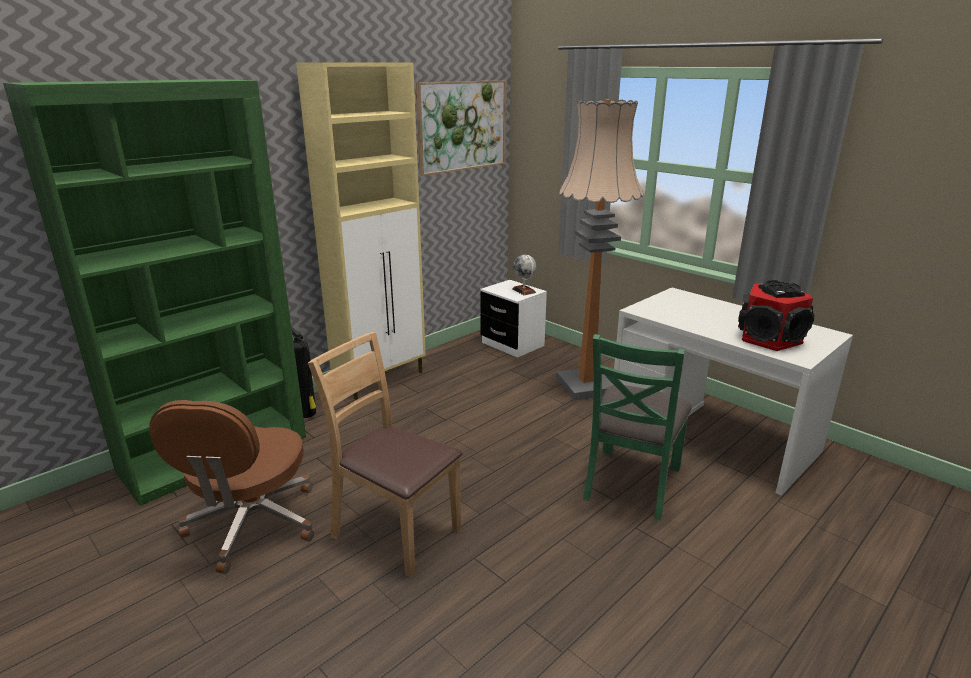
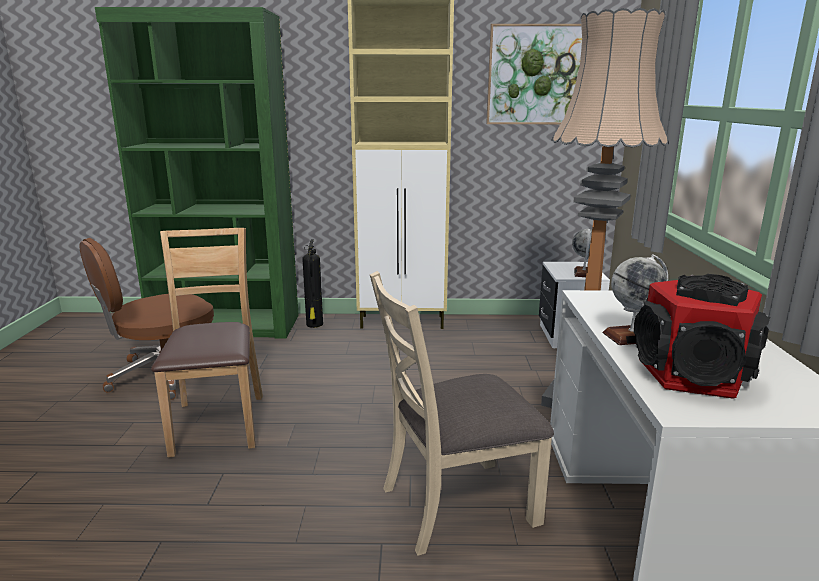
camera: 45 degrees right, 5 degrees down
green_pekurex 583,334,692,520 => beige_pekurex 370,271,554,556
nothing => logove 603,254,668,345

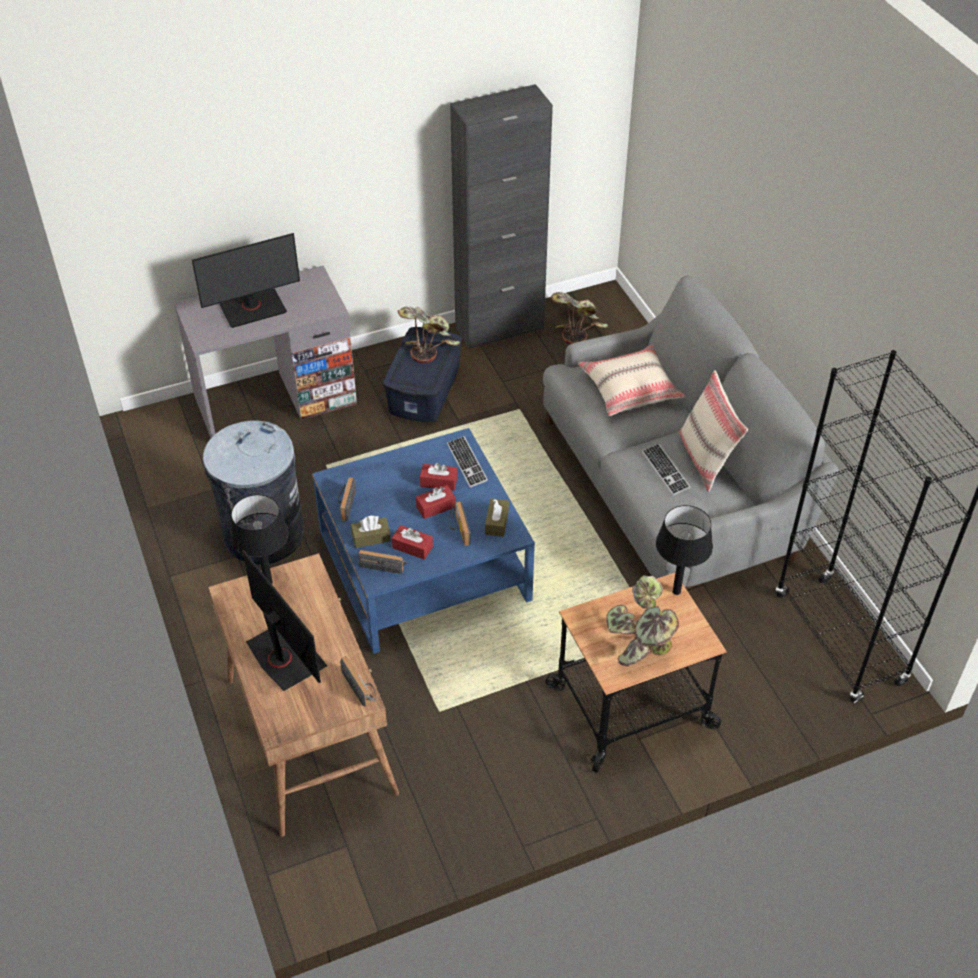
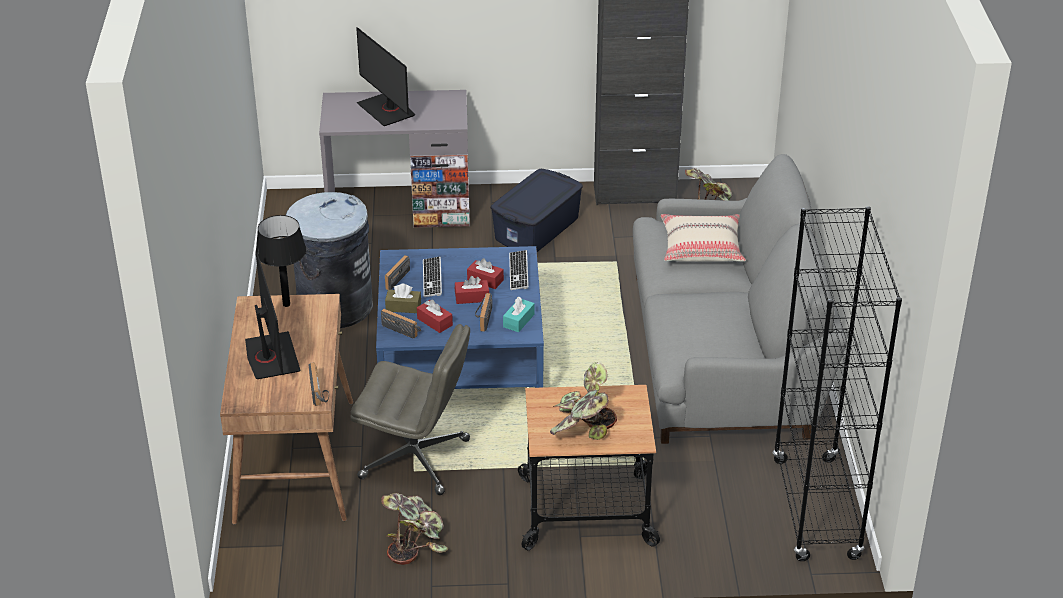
camera: 20 degrees right, 10 degrees down
nothing => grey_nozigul 350,324,470,495
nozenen 192,233,300,328 => nozenen 356,27,415,126, 60 degrees clockwise
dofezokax 398,306,460,363 => dofezokax 381,493,448,565, shifted
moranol 642,443,690,496 => moranol 423,257,442,297, shifted
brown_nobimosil 485,499,509,537 => turquoise_nobimosil 503,297,535,332
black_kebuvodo 656,505,713,595 => nothing
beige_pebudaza 678,370,748,492 => nothing

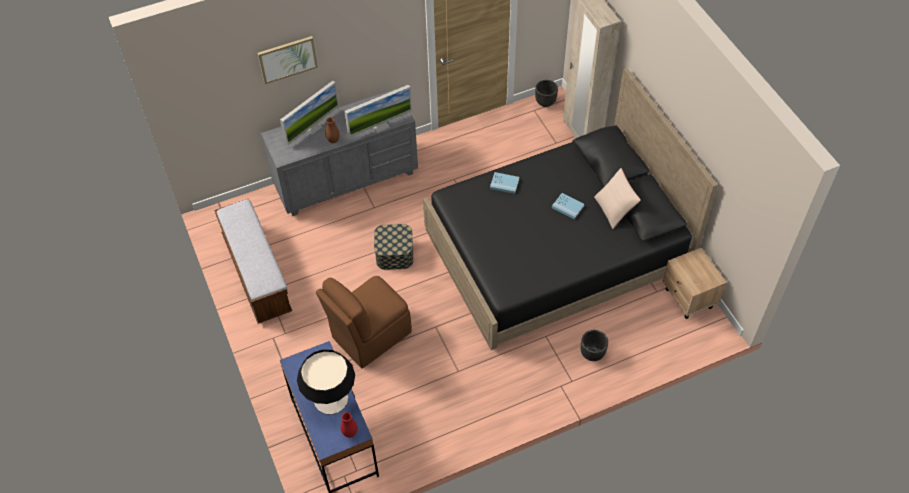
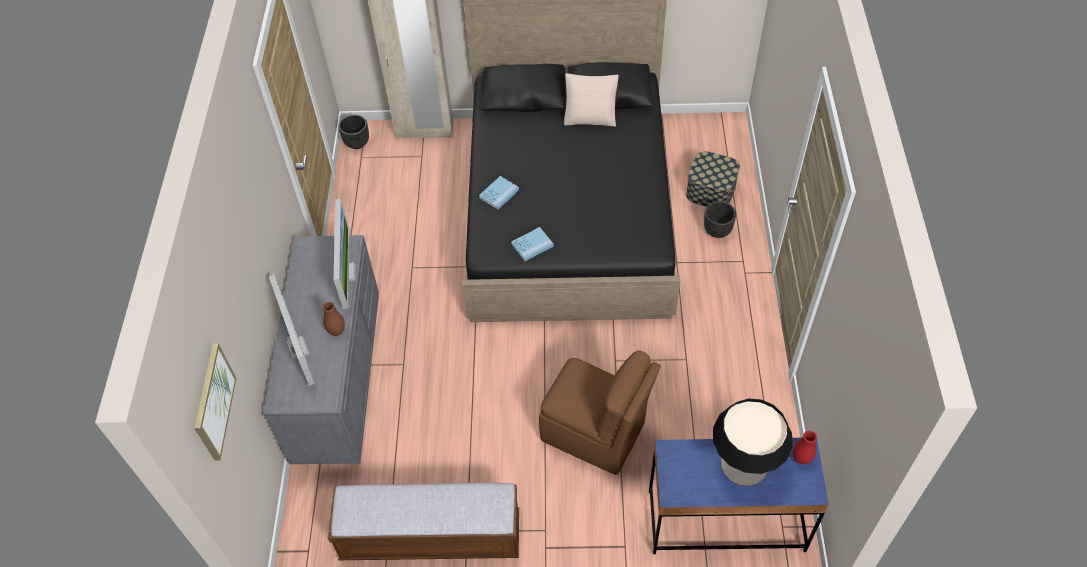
camera: 65 degrees left, 0 degrees up
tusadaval 258,36,318,84 => tusadaval 194,343,236,461, shifted
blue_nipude 552,193,584,219 => blue_nipude 511,227,554,261, shifted
brown_pekurex 316,276,412,368 => brown_pekurex 539,350,661,475, 45 degrees counterclockwise
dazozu 374,224,413,270 => dazozu 686,151,740,207, shifted
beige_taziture 663,248,727,319 => nothing

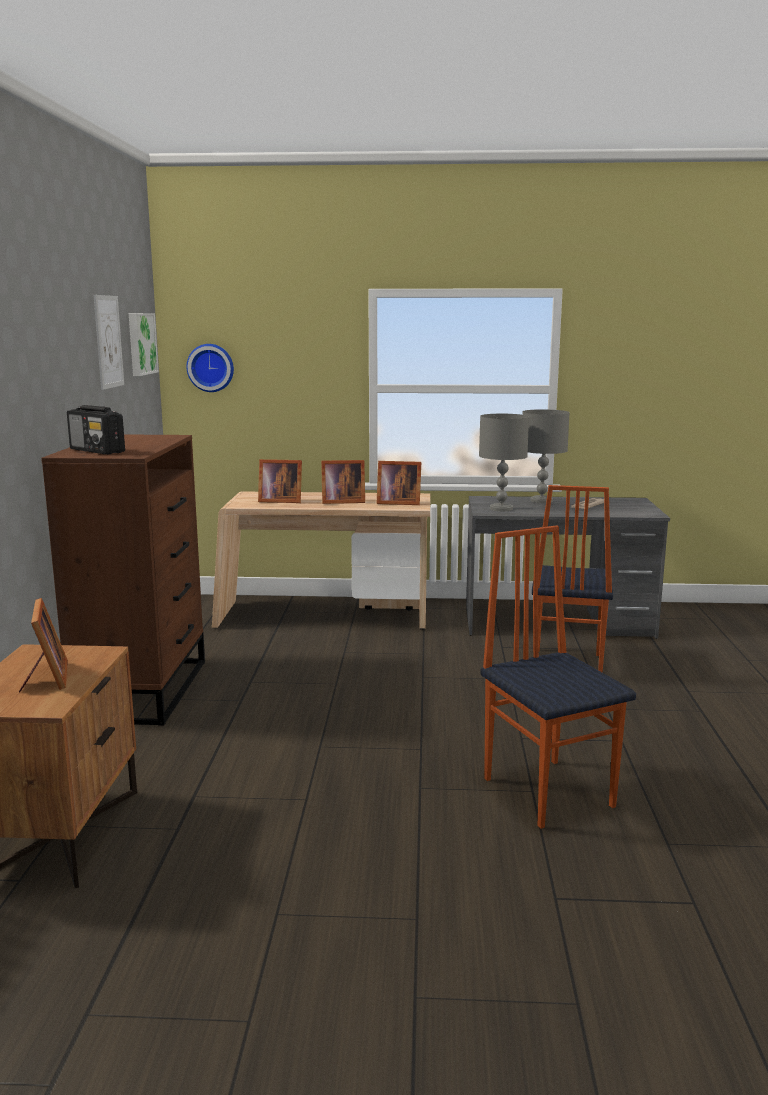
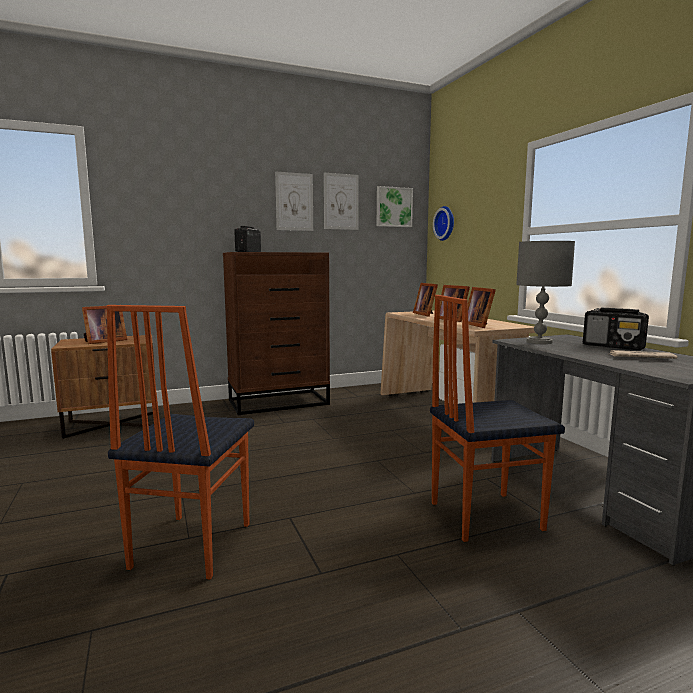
camera: 65 degrees right, 5 degrees down
pekurex 481,525,636,829 => pekurex 106,305,254,580, 150 degrees clockwise
nothing => tusadaval 275,172,313,231
grey_kebuvodo 522,409,570,503 => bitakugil 583,308,649,350

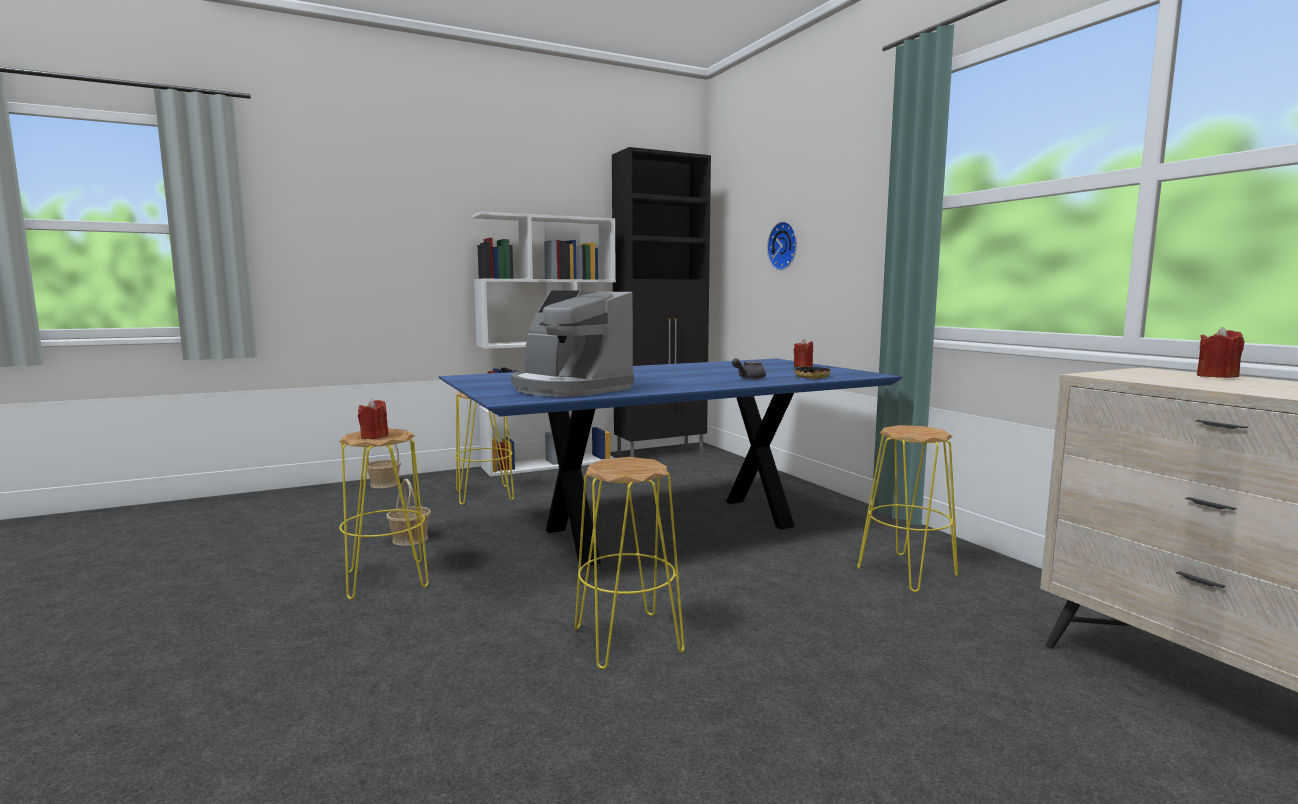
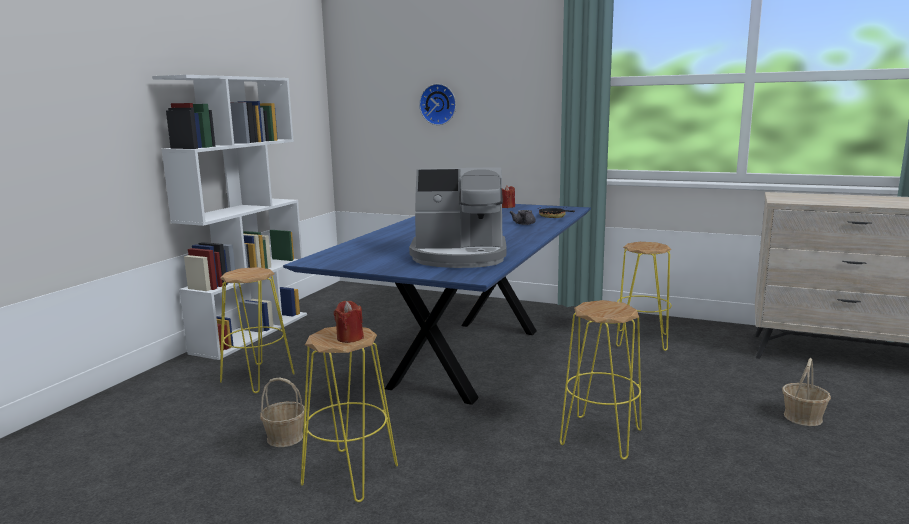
camera: 40 degrees left, 5 degrees up
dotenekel 366,444,401,488 => dotenekel 782,358,831,426, shifted
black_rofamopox 612,147,711,457 => nothing
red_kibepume 1197,327,1244,378 => nothing

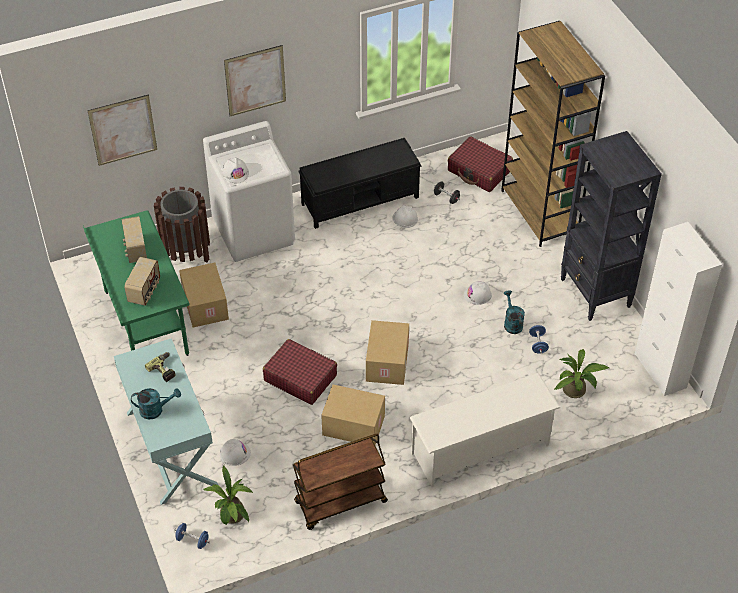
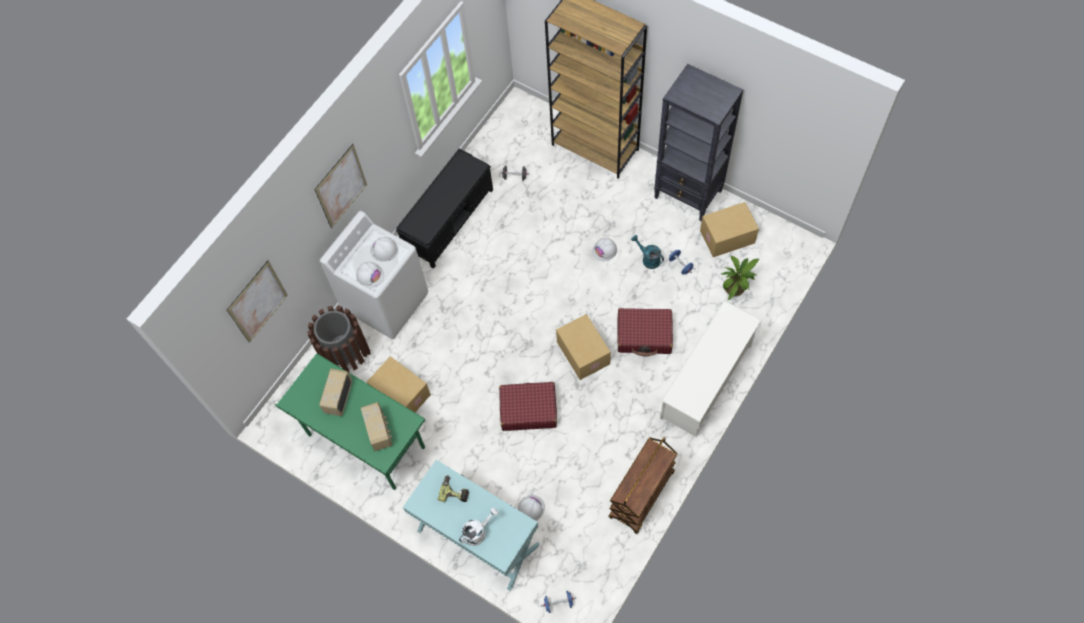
camera: 30 degrees left, 15 degrees up
bitakugil 121,216,147,263 => bitakugil 319,369,352,416, 60 degrees clockwise
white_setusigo 393,205,418,228 => white_setusigo 370,237,398,262, shifted
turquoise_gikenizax 131,388,181,419 => white_gikenizax 459,507,499,546
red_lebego 448,137,513,192 => red_lebego 617,308,673,356, shifted
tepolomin 321,384,385,445 => tepolomin 700,202,759,257, shifted
dofezokax 203,466,253,525 => nothing
white_rofamopox 635,222,722,396 => nothing

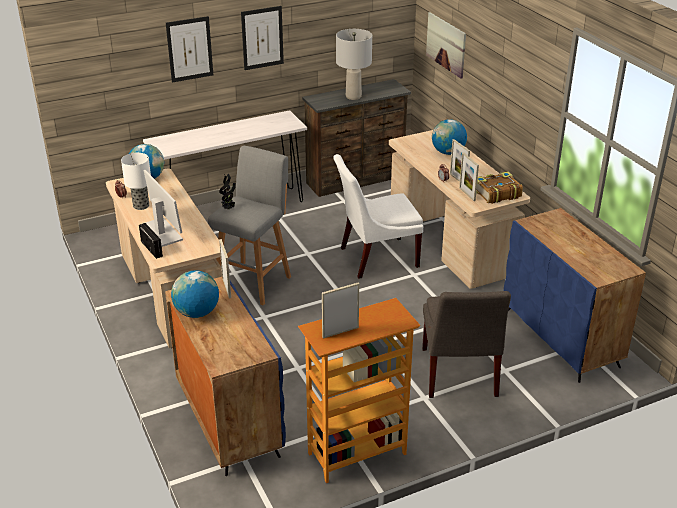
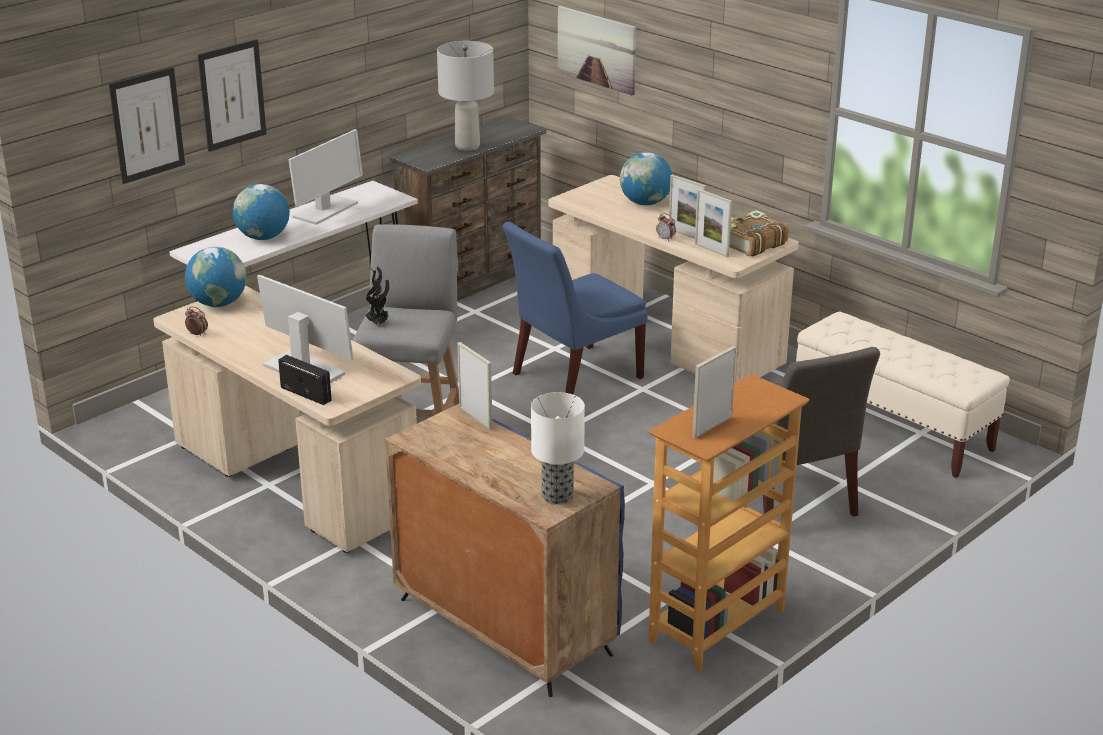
camera: 20 degrees left, 5 degrees down
tusadaval 241,6,284,70 => tusadaval 109,67,185,184, shifted
logove 171,270,219,318 => logove 233,184,290,240, shifted
nothing => nozenen 288,129,363,225
white_pekurex 333,154,423,279 => blue_pekurex 503,222,648,395
kebuvodo 121,153,151,210 => kebuvodo 531,392,585,505, shifted
blue_rofamopox 503,208,646,383 => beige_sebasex 796,312,1010,478

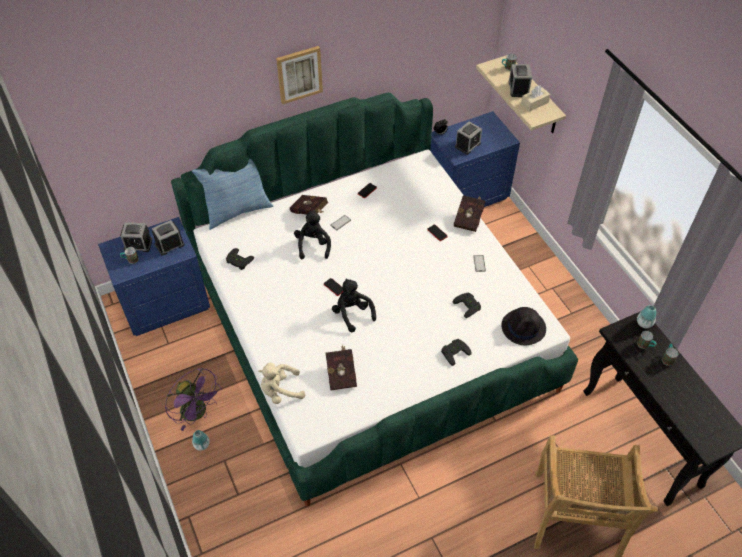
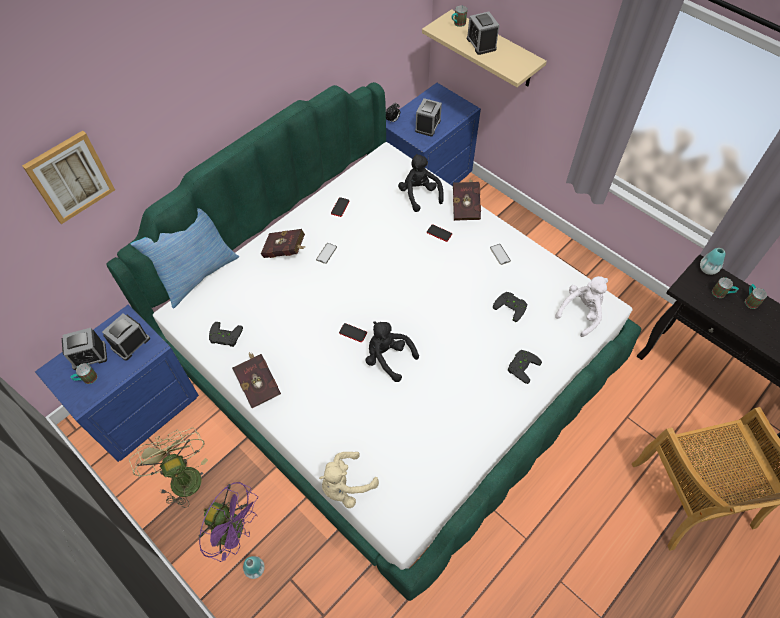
camera: 20 degrees left, 5 degrees up
tusadaval 276,46,323,104 => tusadaval 22,131,115,224, shifted
nothing => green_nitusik 129,428,208,508
red_nipude 325,345,357,391 => red_nipude 232,352,281,408, shifted
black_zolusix 294,210,331,259 => black_zolusix 398,154,444,212, shifted
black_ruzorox 501,307,546,345 => white_zolusix 555,276,608,337
beige_nobimosil 521,86,550,112 => nothing

